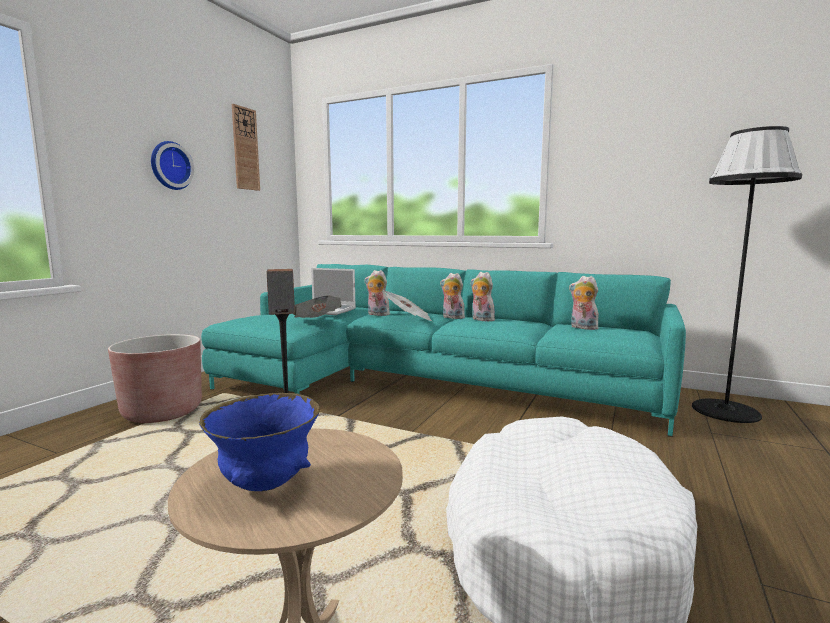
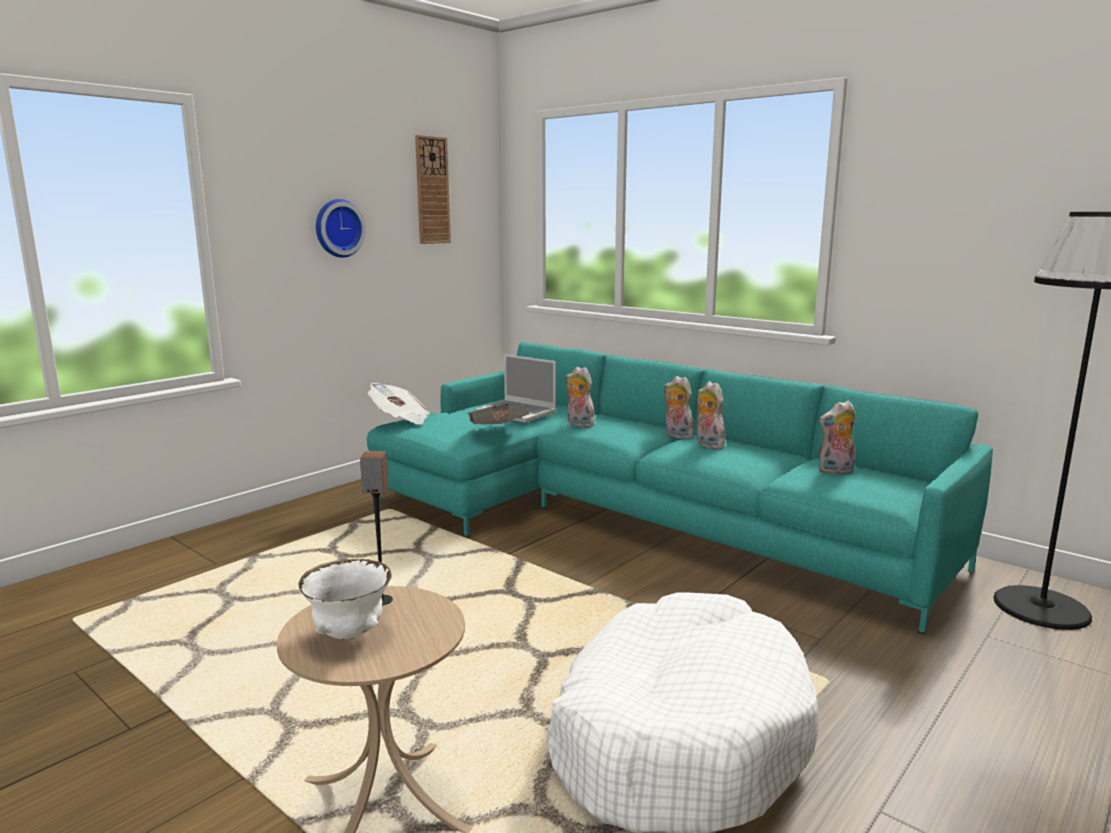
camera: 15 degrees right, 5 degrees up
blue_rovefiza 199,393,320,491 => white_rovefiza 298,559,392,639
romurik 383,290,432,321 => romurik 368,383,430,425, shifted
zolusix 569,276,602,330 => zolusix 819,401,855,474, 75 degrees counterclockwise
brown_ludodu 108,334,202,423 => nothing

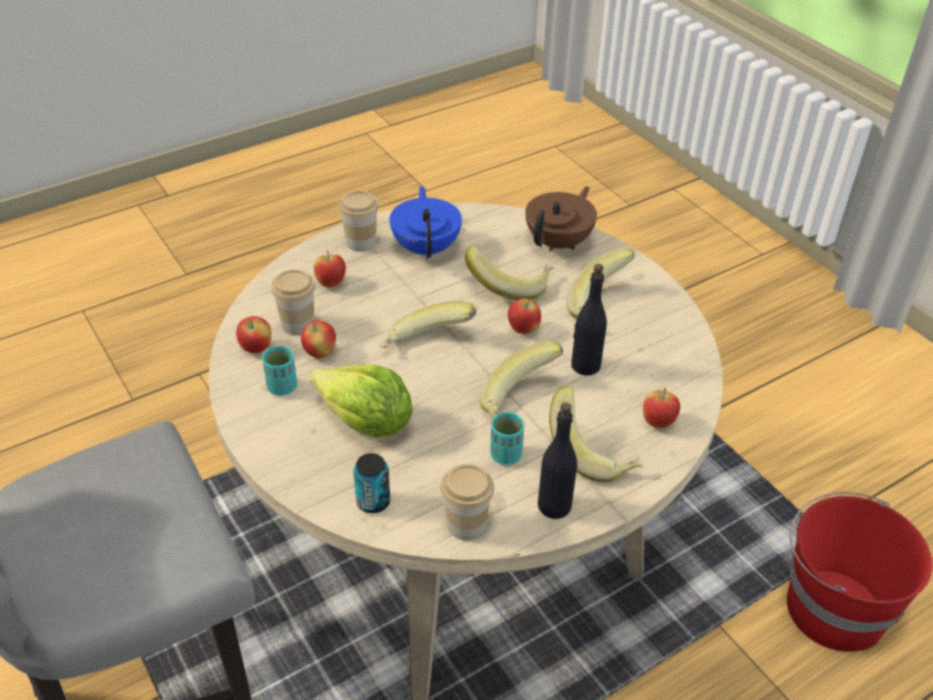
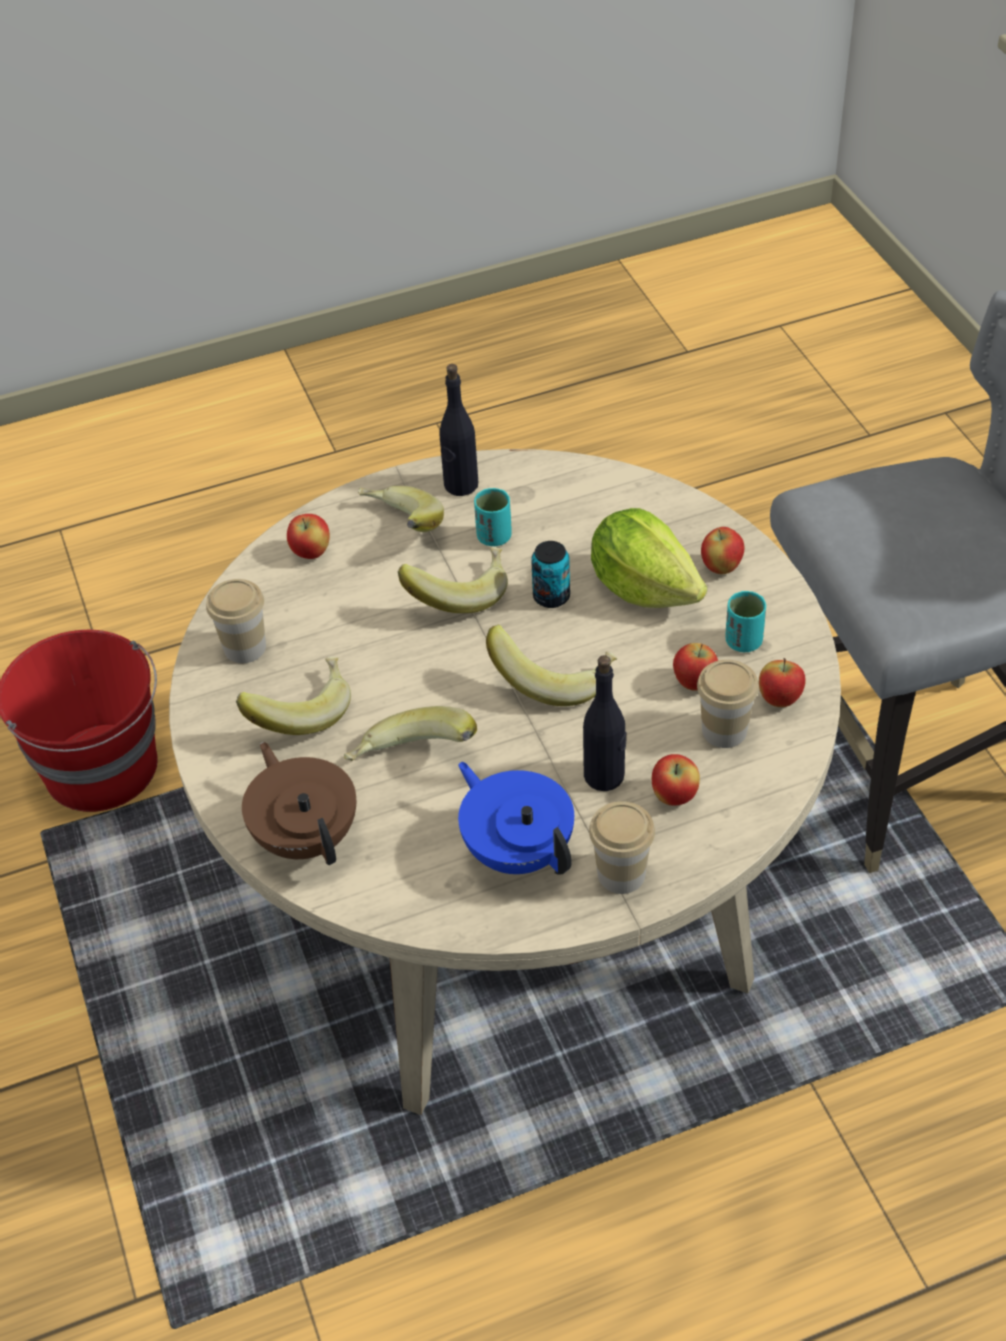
camera: 165 degrees left, 5 degrees up
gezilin 441,464,494,541 => gezilin 206,579,266,663, shifted
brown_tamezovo 525,186,597,251 => brown_tamezovo 242,742,356,865, 105 degrees clockwise
blue_tamezovo 390,186,462,259 => blue_tamezovo 458,762,574,875, 135 degrees clockwise
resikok 353,453,390,513 => resikok 531,541,570,608, shifted
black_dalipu 571,264,607,375 => black_dalipu 583,655,627,791, shifted
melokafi 508,298,541,334 => melokafi 701,527,744,574, shifted

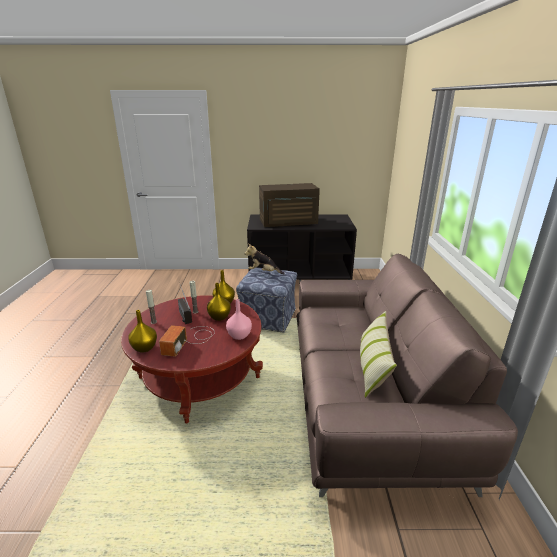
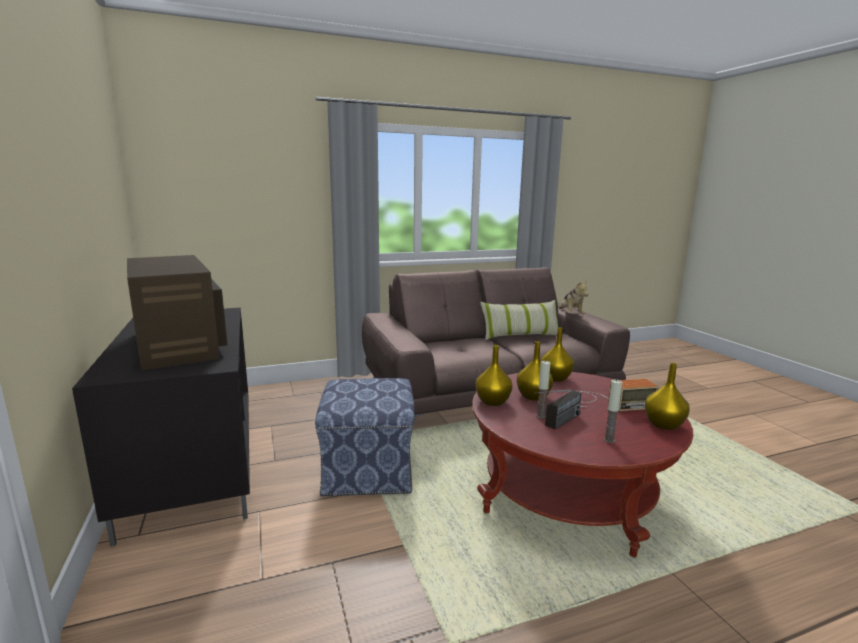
camera: 110 degrees left, 10 degrees down
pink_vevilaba 226,299,252,340 => yellow_vevilaba 541,328,574,382
zolusix 244,244,285,274 => zolusix 558,280,588,314, shifted

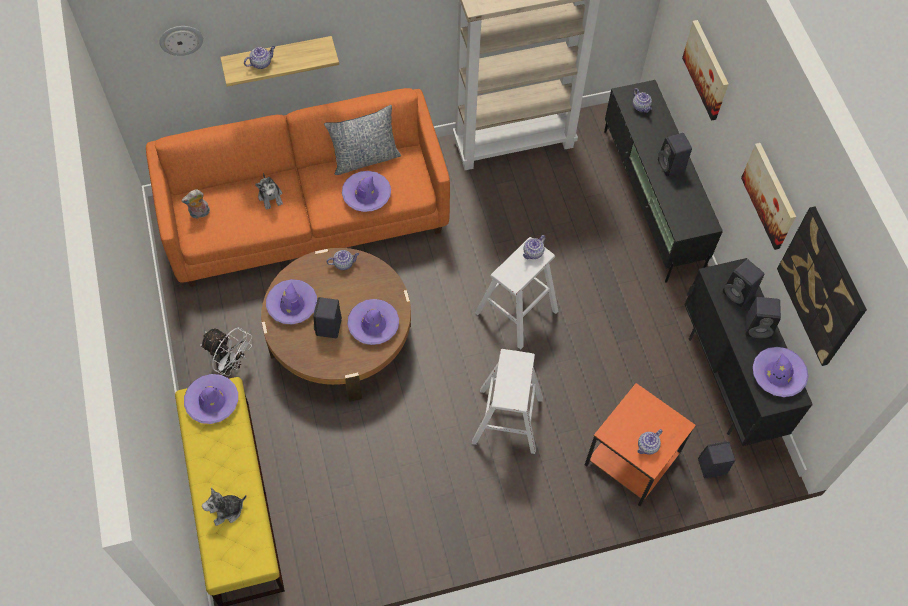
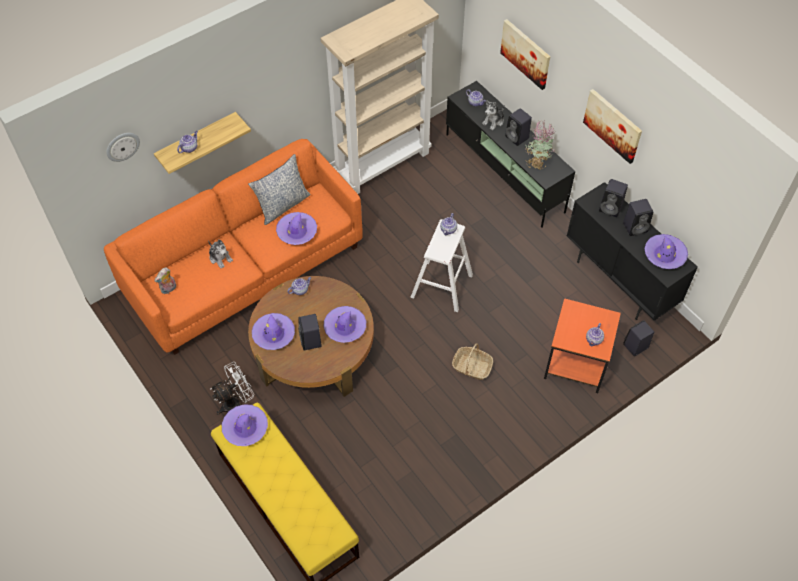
camera: 20 degrees left, 5 degrees down
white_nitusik 200,327,252,376 => white_nitusik 210,362,254,415, 45 degrees counterclockwise
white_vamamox 472,349,543,454 => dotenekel 452,343,493,380
zolusix 202,488,246,526 => zolusix 482,100,505,130, shifted
nothing => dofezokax 525,121,555,170
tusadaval 777,207,867,366 => nothing

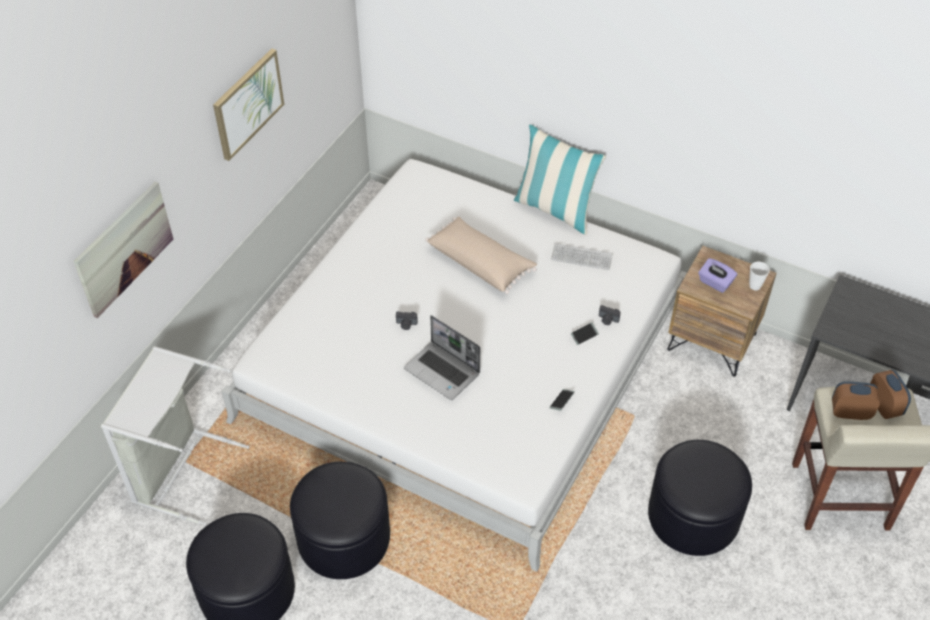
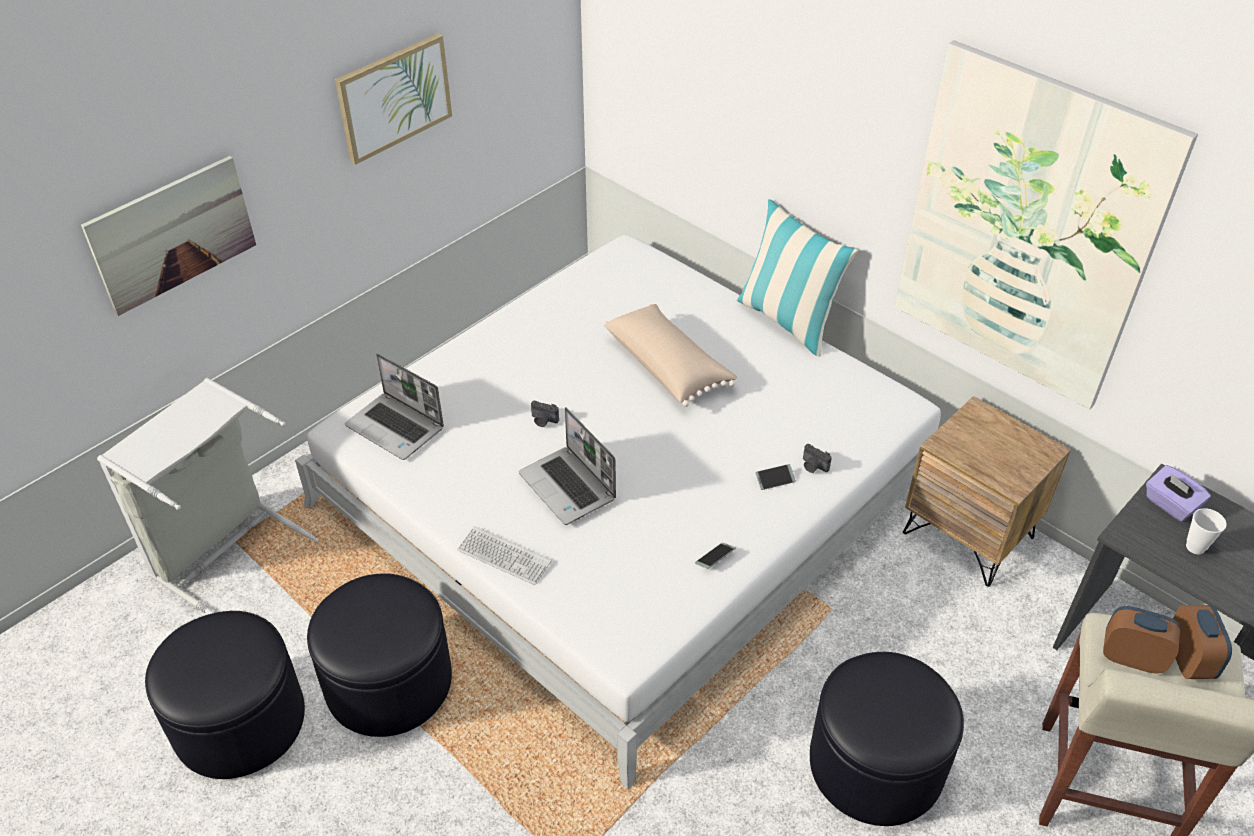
camera: 15 degrees right, 5 degrees down
nothing => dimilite 345,353,444,460
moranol 551,243,613,270 => moranol 457,526,552,585, shifted
nothing => tusadaval 895,40,1198,410
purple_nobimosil 698,258,737,293 => purple_nobimosil 1146,465,1211,522, shifted
gezilin 749,262,770,290 => gezilin 1186,508,1227,554, shifted

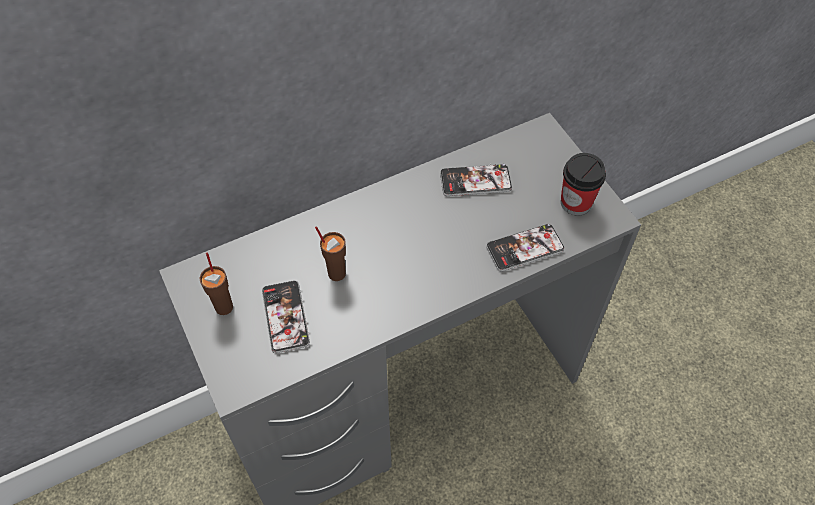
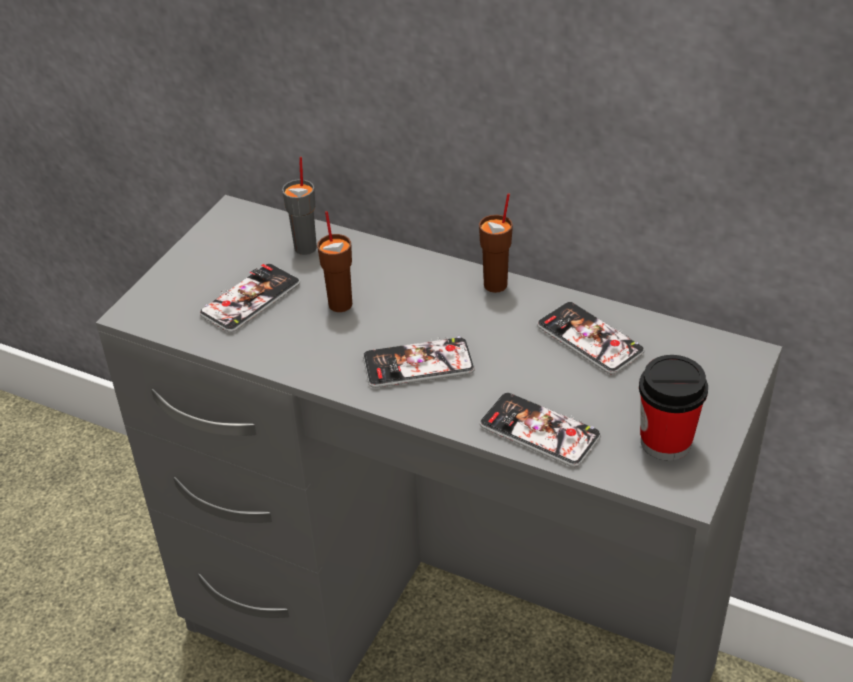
camera: 55 degrees right, 15 degrees down
nothing => grey_gezilin 282,157,317,255
nothing => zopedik 363,336,475,388
brown_gezilin 200,252,233,315 => brown_gezilin 479,193,513,293, shifted

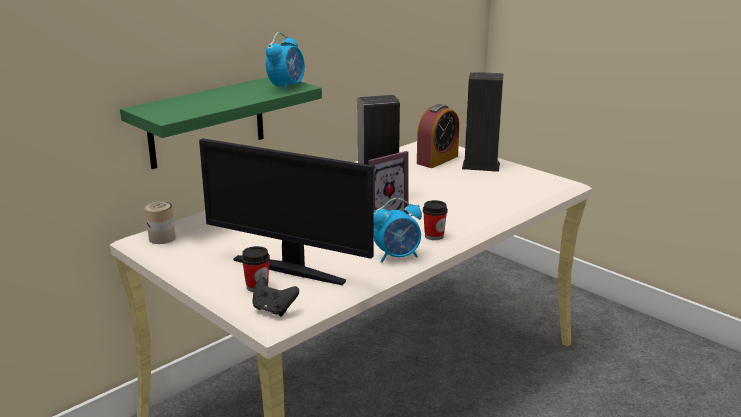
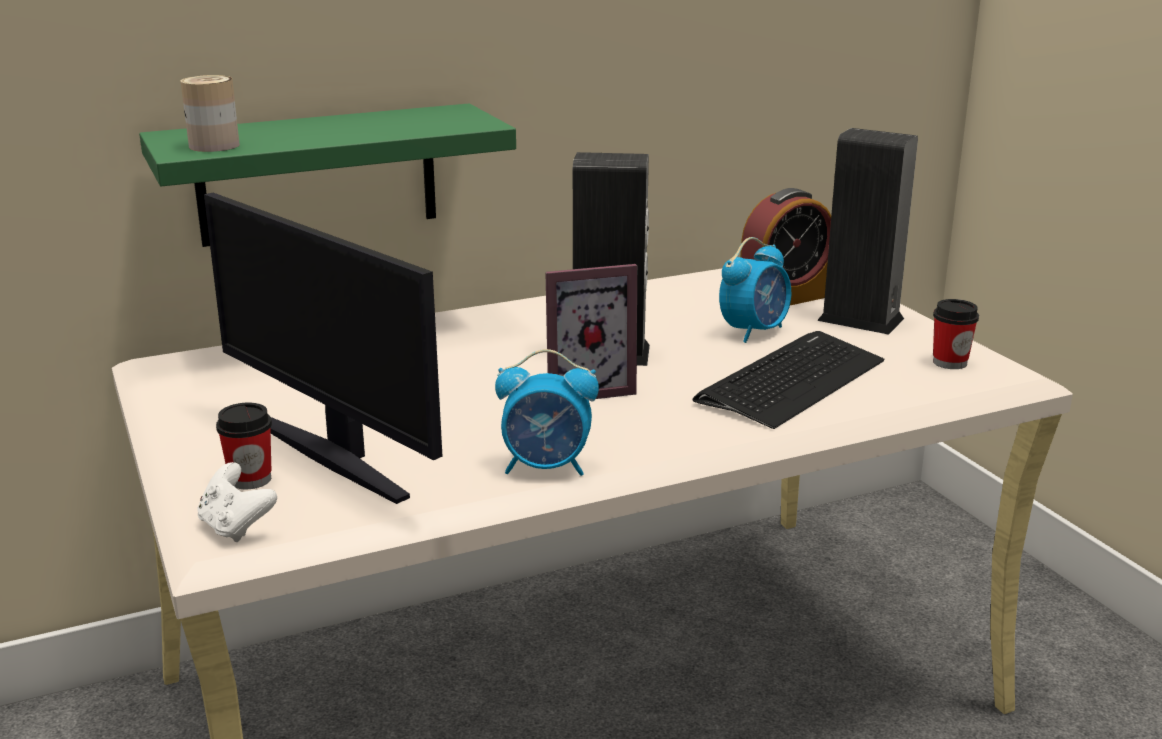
camera: 20 degrees right, 0 degrees up
resikok 145,201,176,244 => resikok 181,75,240,152, shifted
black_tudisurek 252,277,299,316 => white_tudisurek 197,462,277,542
nothing => moranol 693,331,884,429
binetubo 265,32,305,92 => binetubo 719,237,791,343, shifted
gezilin 423,200,448,240 => gezilin 933,299,979,369, shifted

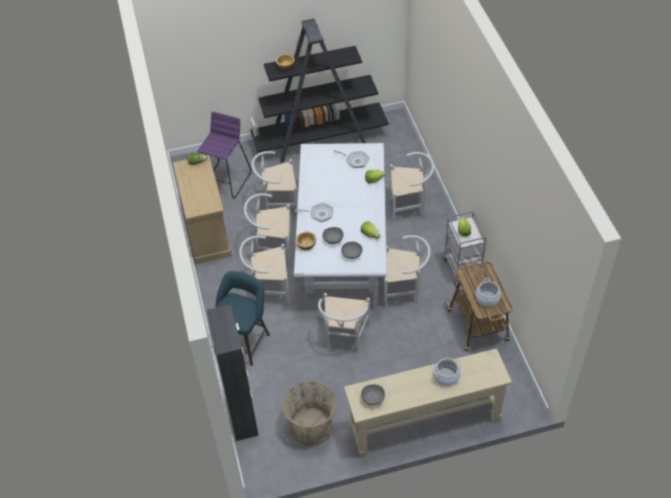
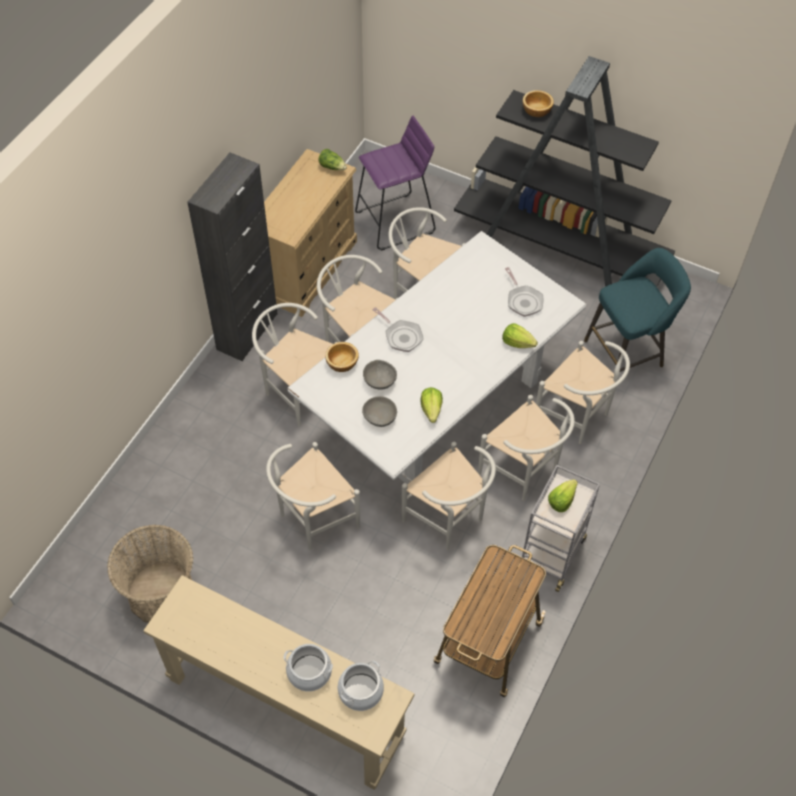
camera: 40 degrees right, 5 degrees up
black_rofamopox 206,304,259,441 => black_rofamopox 187,153,278,361, shifted
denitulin 475,278,501,307 => denitulin 338,660,384,711, shifted
nothing => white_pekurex 478,395,575,501
turquoise_vamamox 215,271,270,366 => turquoise_vamamox 584,248,691,372, shifted
grey_rovefiza 361,384,385,405 => nothing

